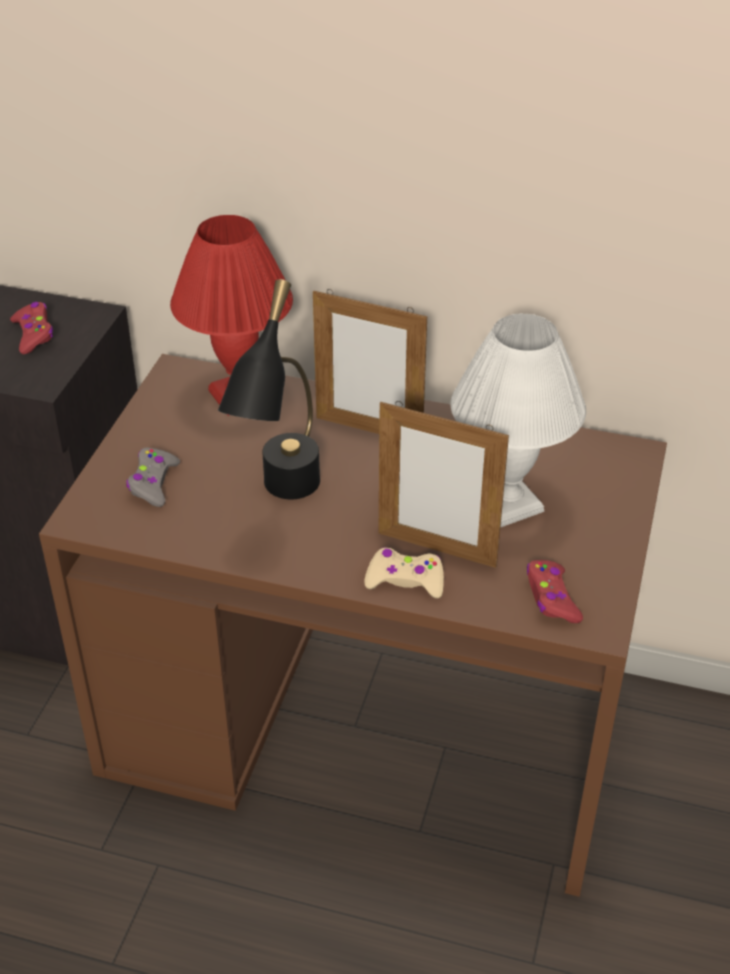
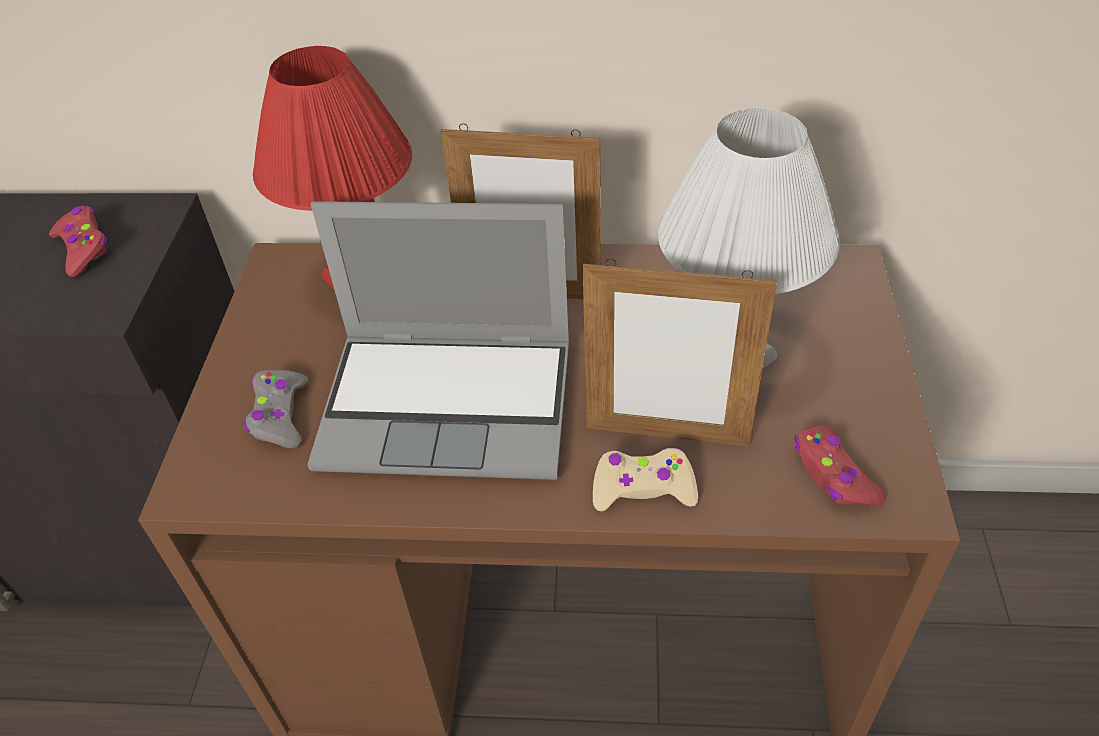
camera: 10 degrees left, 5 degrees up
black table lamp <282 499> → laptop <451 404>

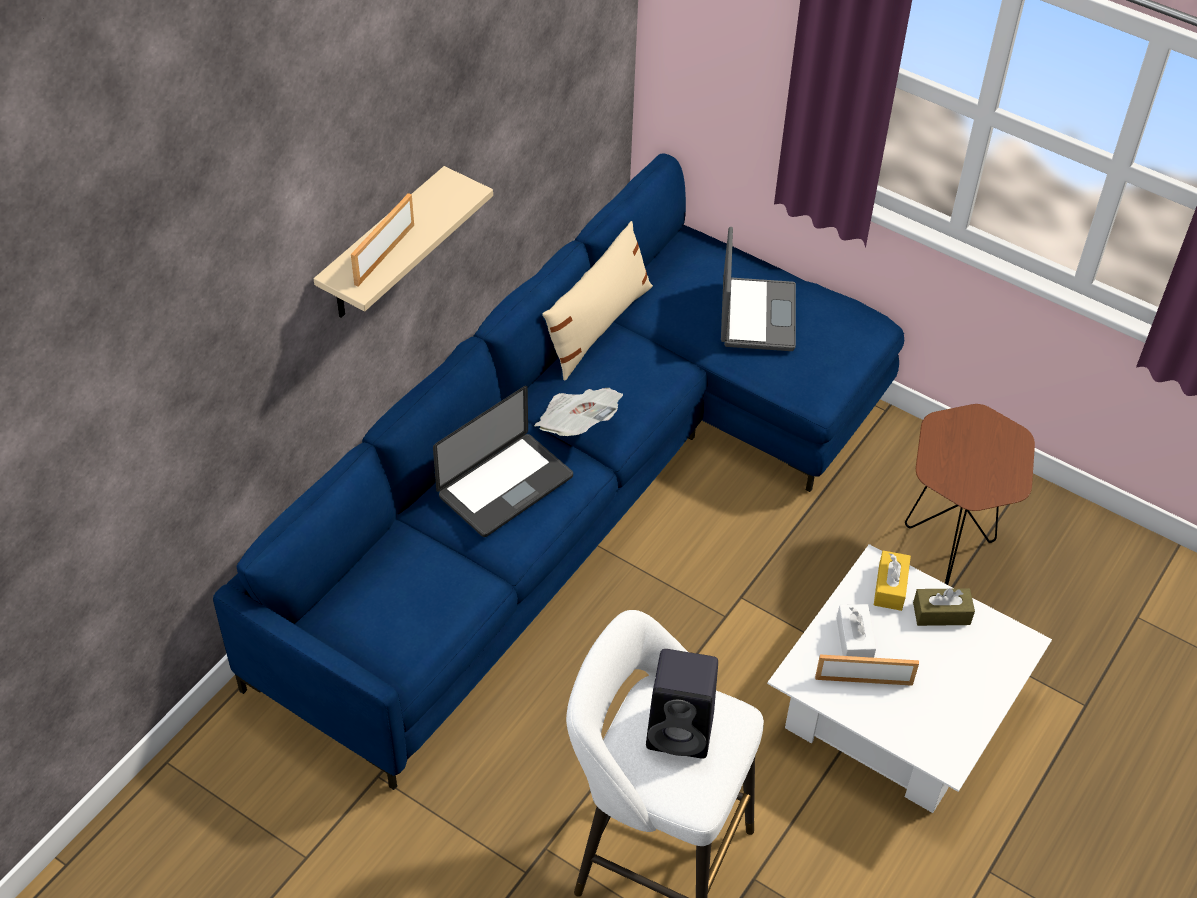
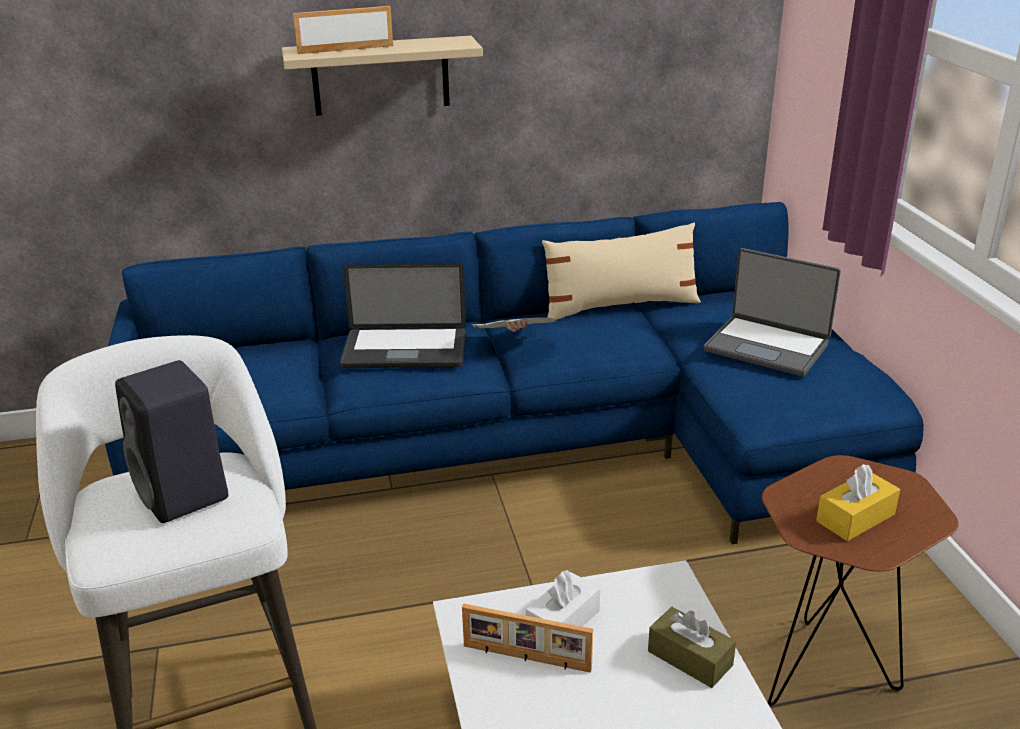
camera: 45 degrees right, 20 degrees down
laptop <755 315> → laptop <767 346>, 75 degrees clockwise
yellow tissue box <890 587> → yellow tissue box <855 518>, relocated
picture frame <863 679> → picture frame <526 659>, 150 degrees clockwise

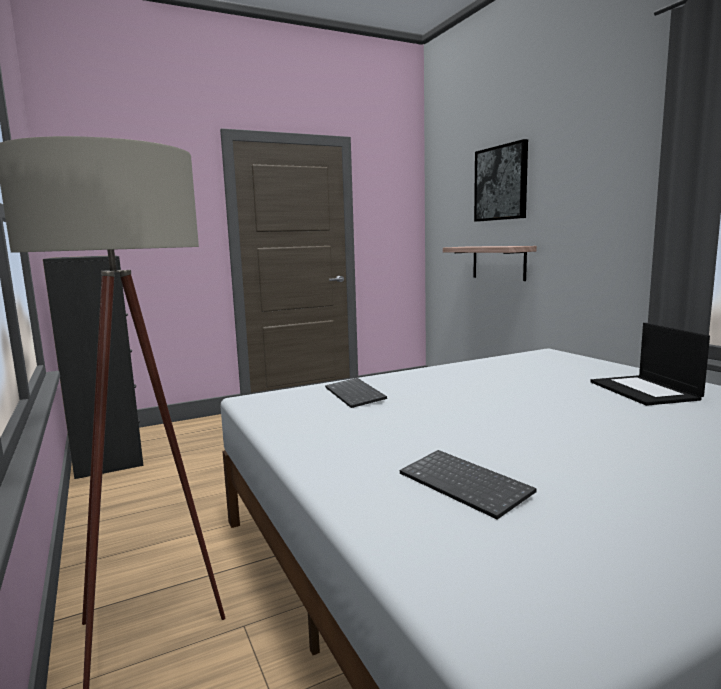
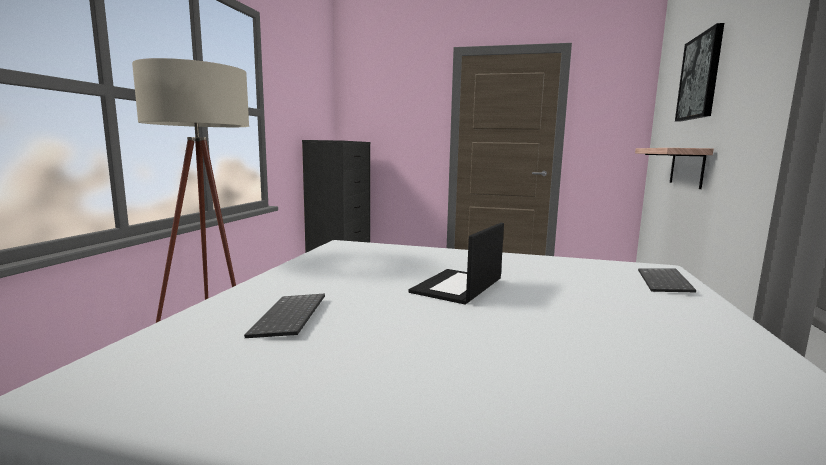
camera: 40 degrees right, 0 degrees up
laptop <645 391> → laptop <457 287>, relocated
keyboard <356 394> → keyboard <666 282>, relocated

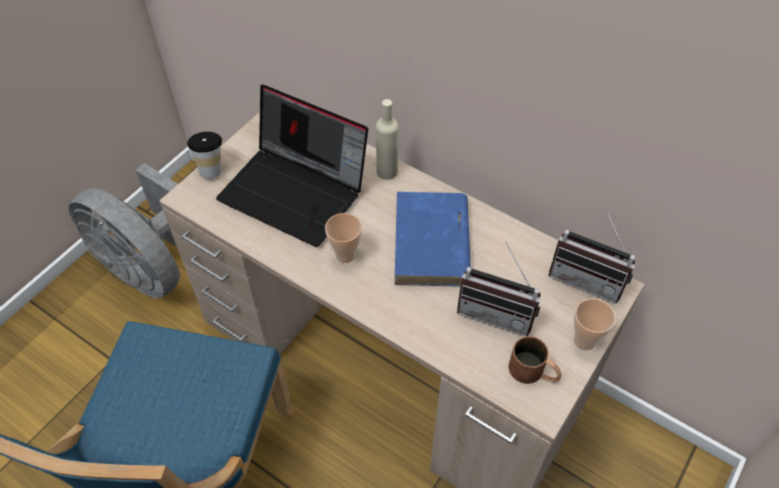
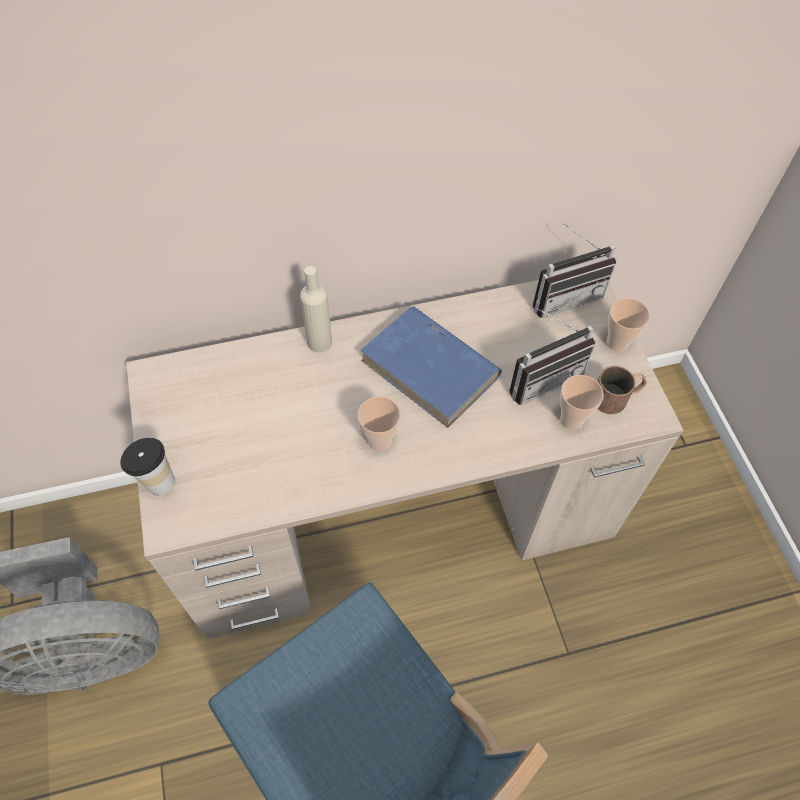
camera: 50 degrees left, 5 degrees up
laptop <296 192> → -
- → cup <571 419>

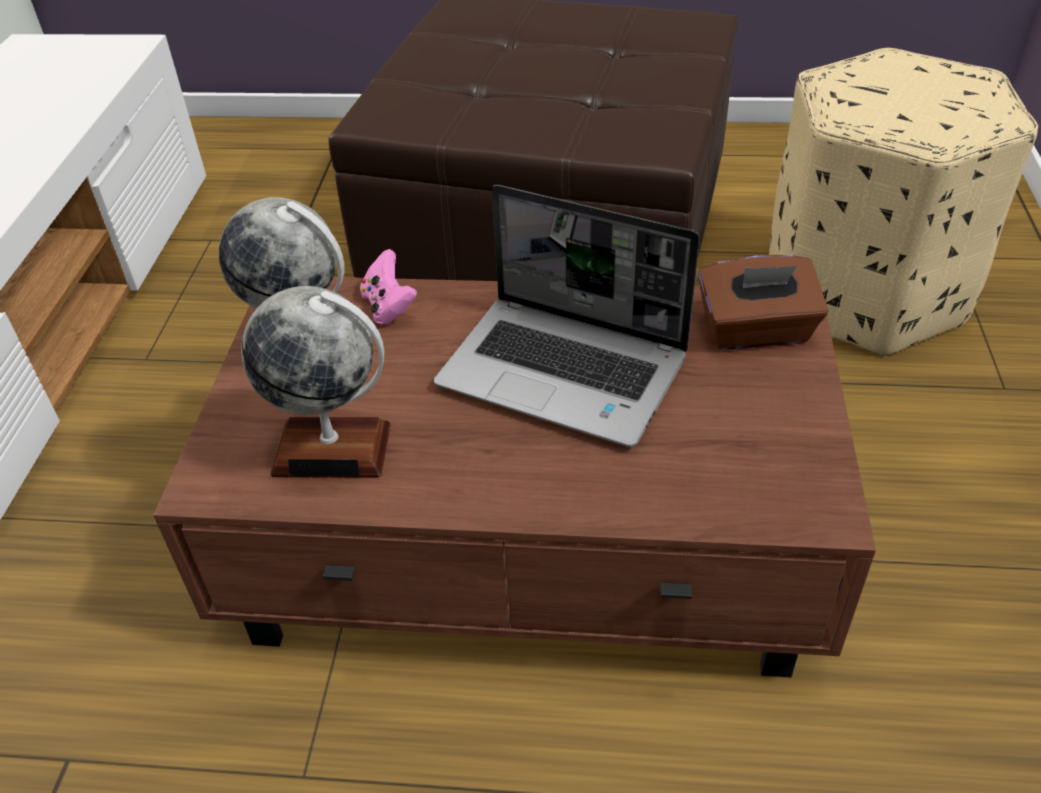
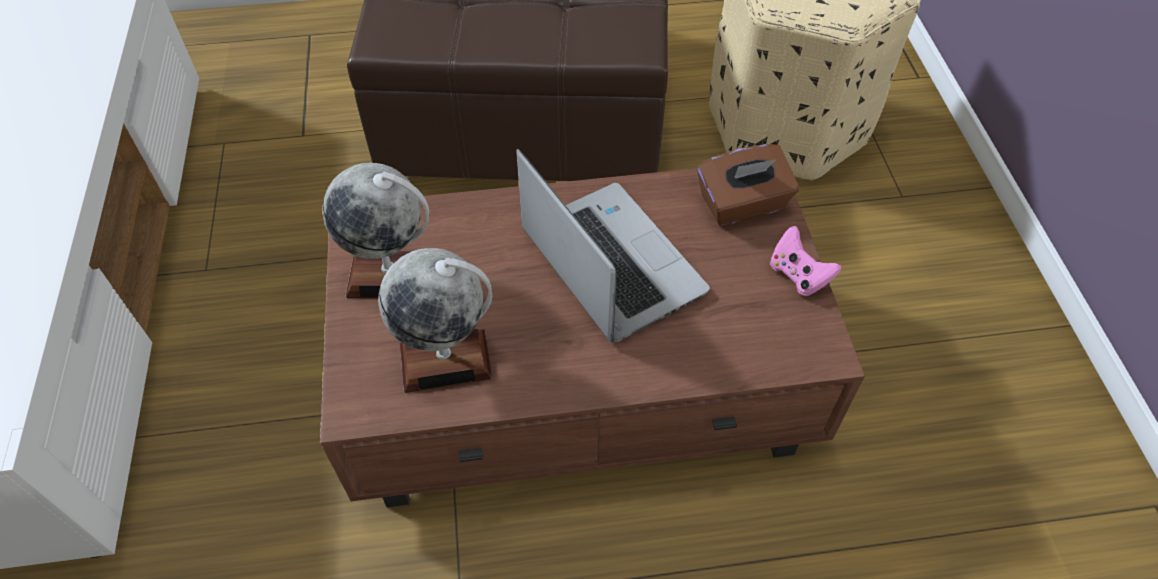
camera: 15 degrees left, 10 degrees up
laptop <566 372> → laptop <608 262>, 135 degrees counterclockwise
pink game controller <389 307> → pink game controller <798 275>, relocated

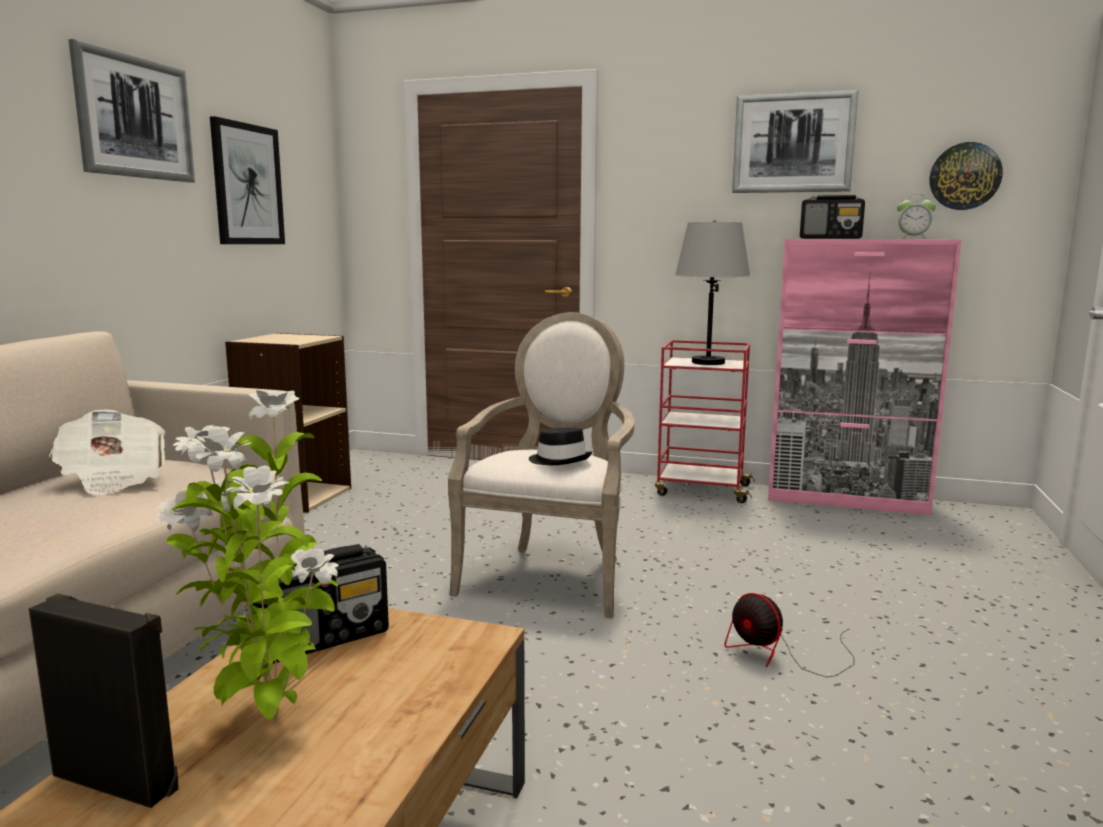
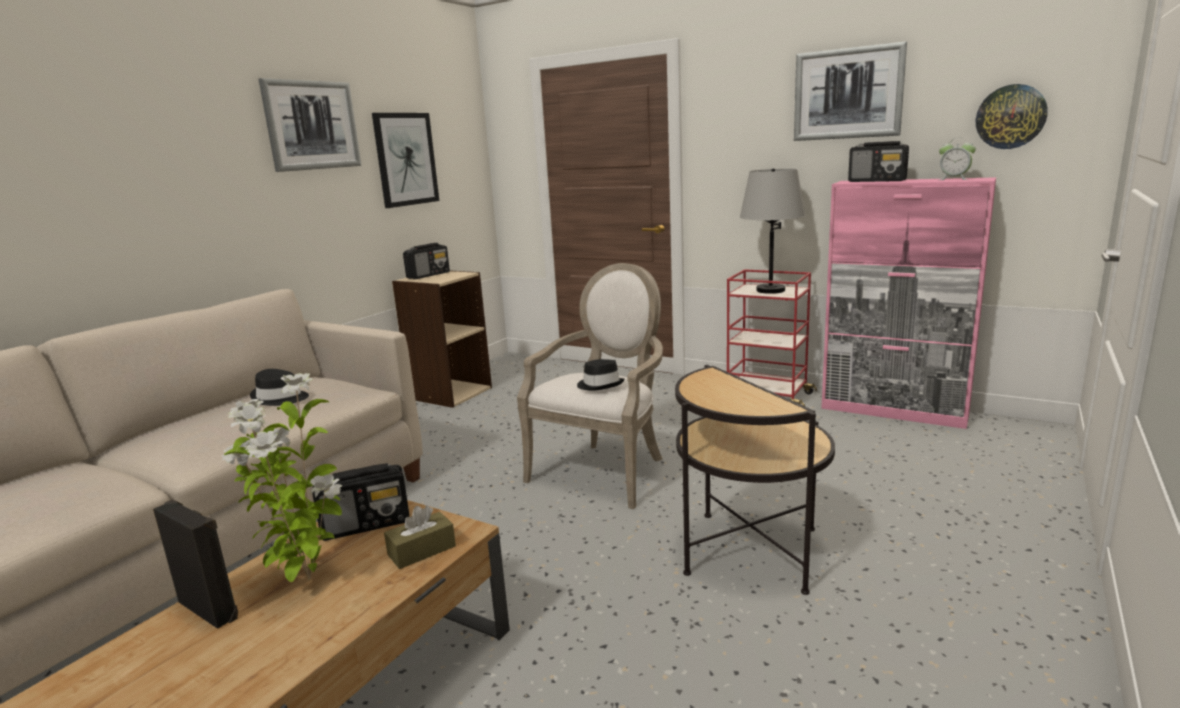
camera: 15 degrees right, 5 degrees up
newspaper <113 479> → black hat <280 398>
fan <783 654> → side table <752 550>
- → radio <428 275>
- → brown tissue box <422 550>

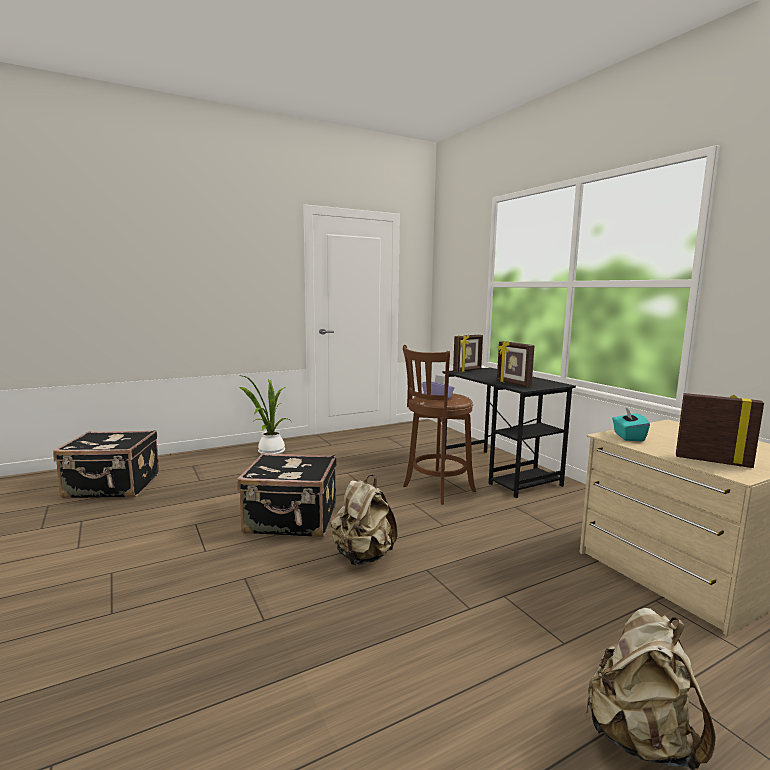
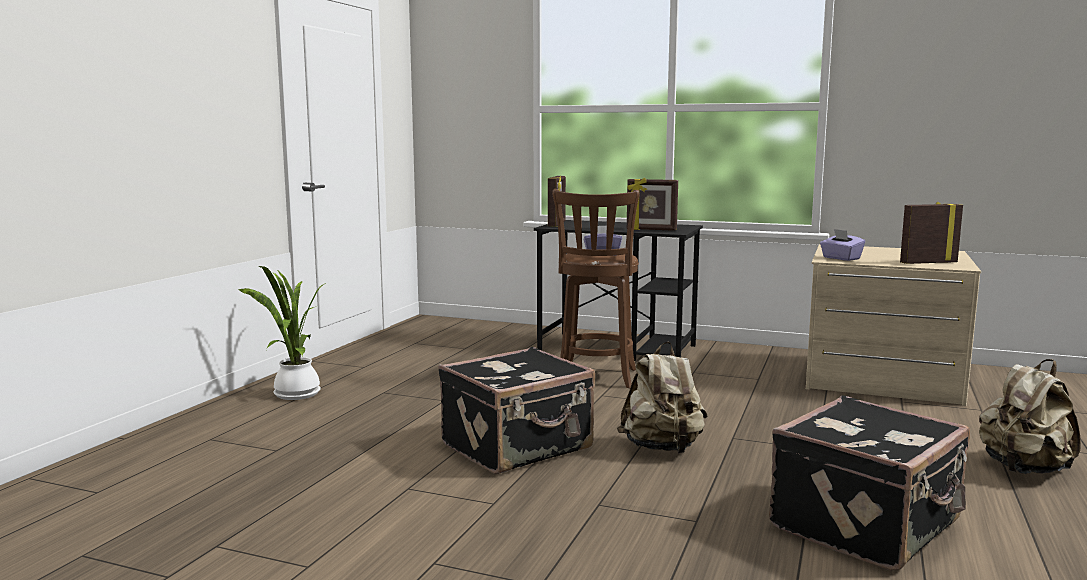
camera: 40 degrees left, 0 degrees up
turquoise tissue box <628 437> → purple tissue box <840 258>
black suitcase <113 487> → black suitcase <868 526>, relocated

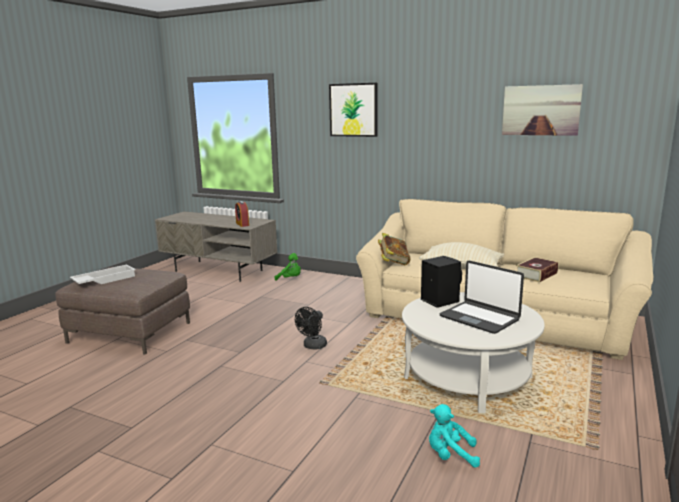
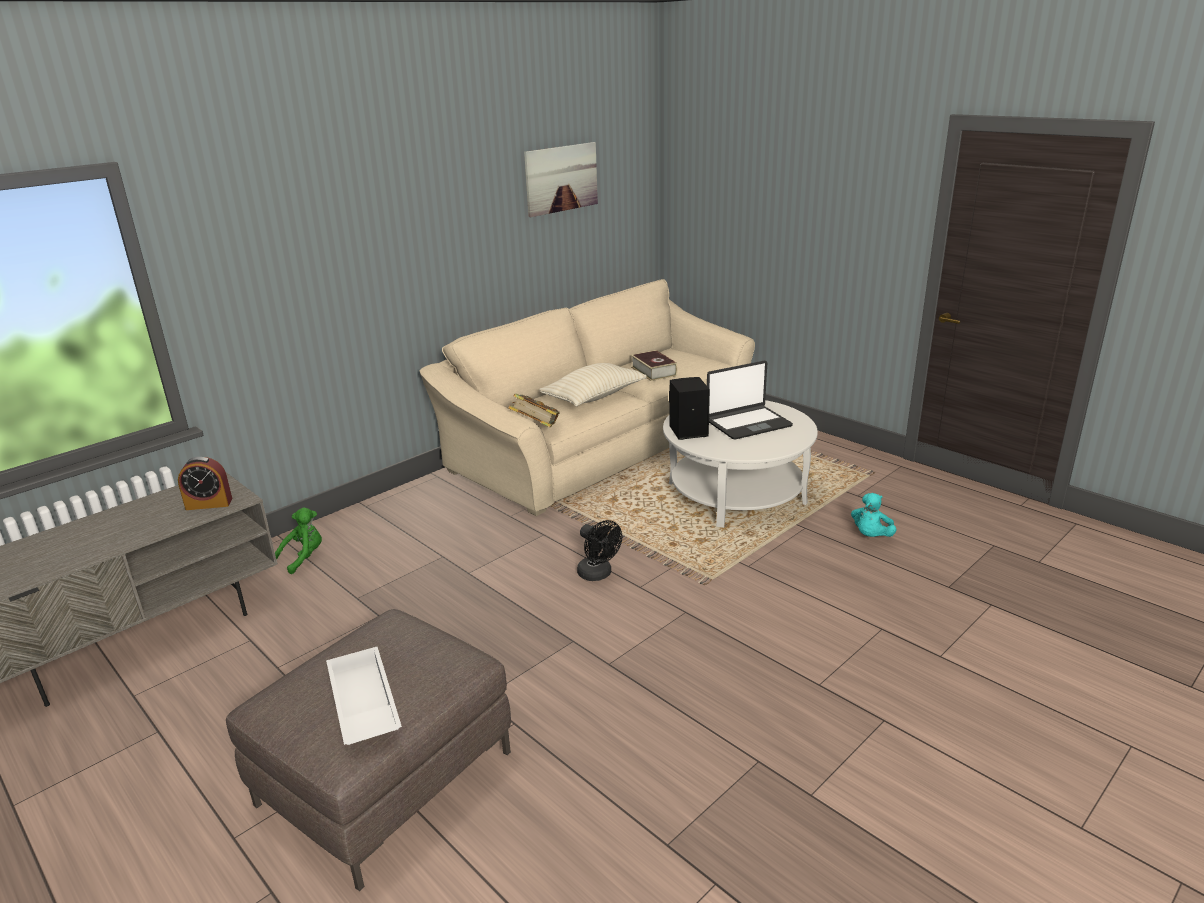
camera: 70 degrees left, 10 degrees up
picture <353 110> → -

